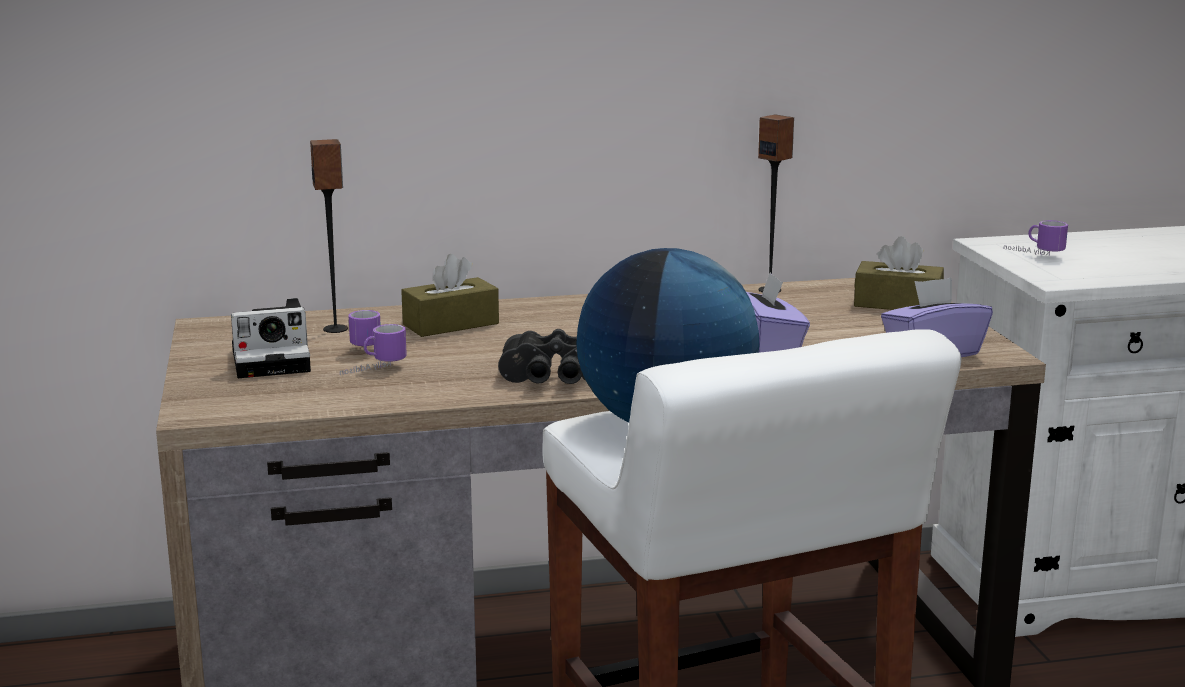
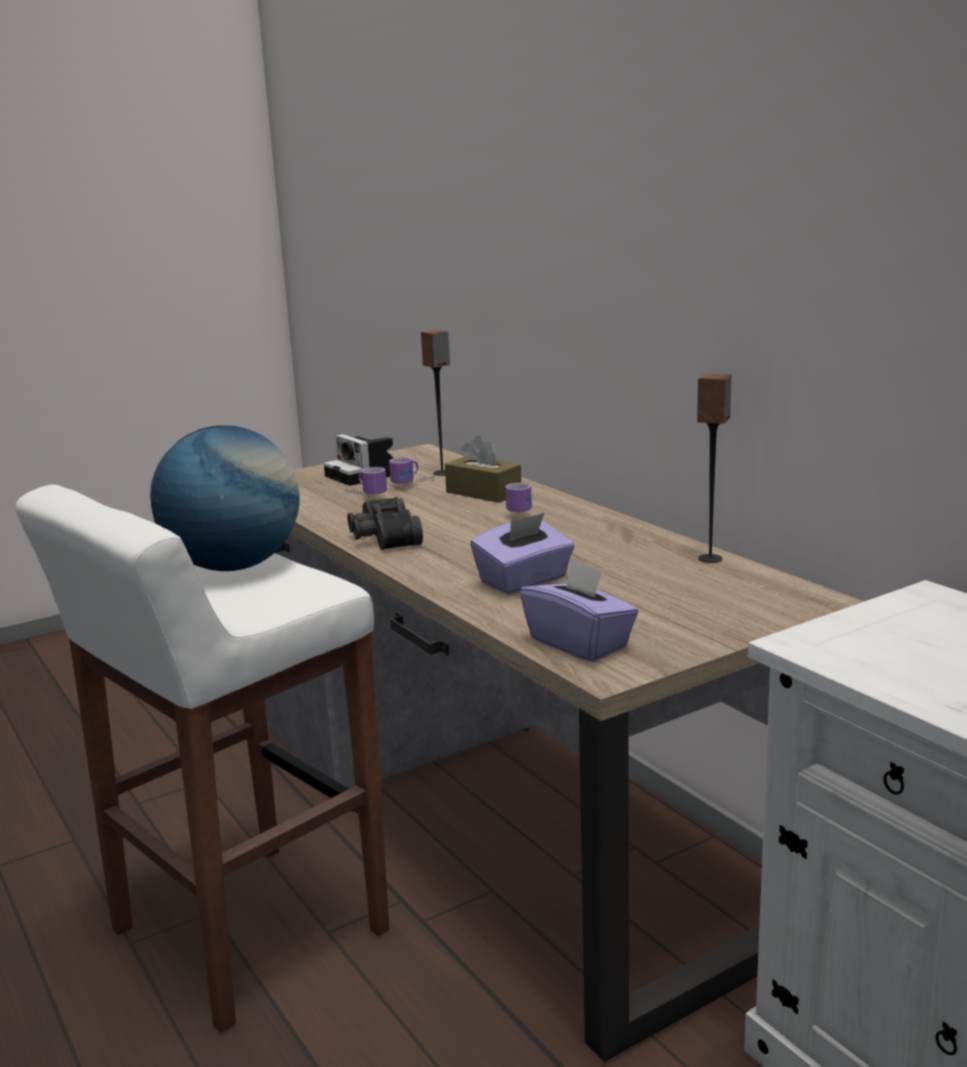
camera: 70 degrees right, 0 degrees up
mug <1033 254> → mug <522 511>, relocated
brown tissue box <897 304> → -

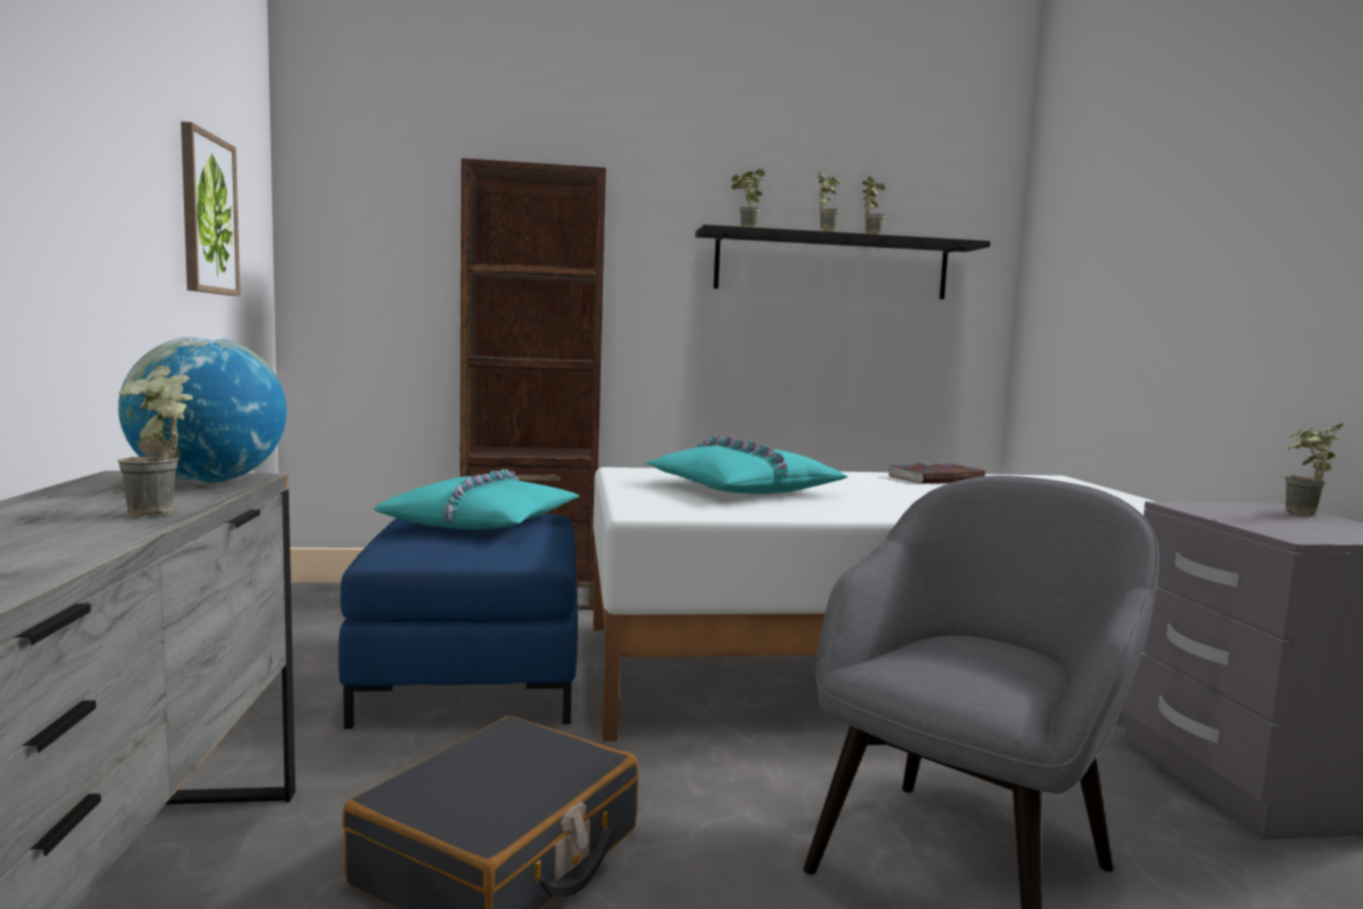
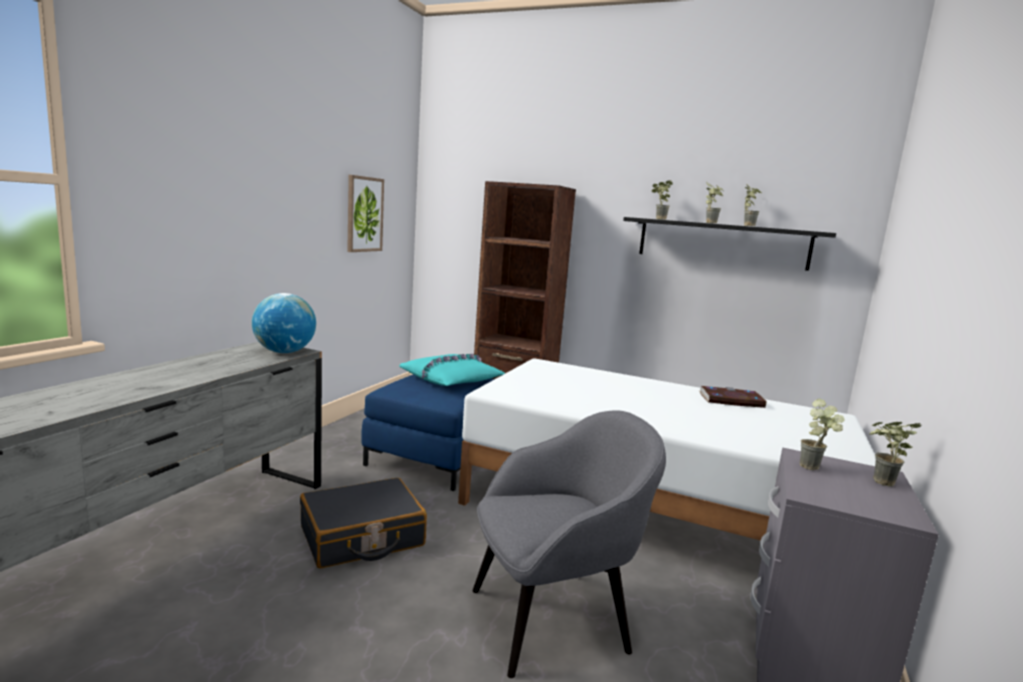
camera: 30 degrees right, 5 degrees up
potted plant <164 513> → potted plant <815 468>, relocated
turquoise pillow <741 489> → -

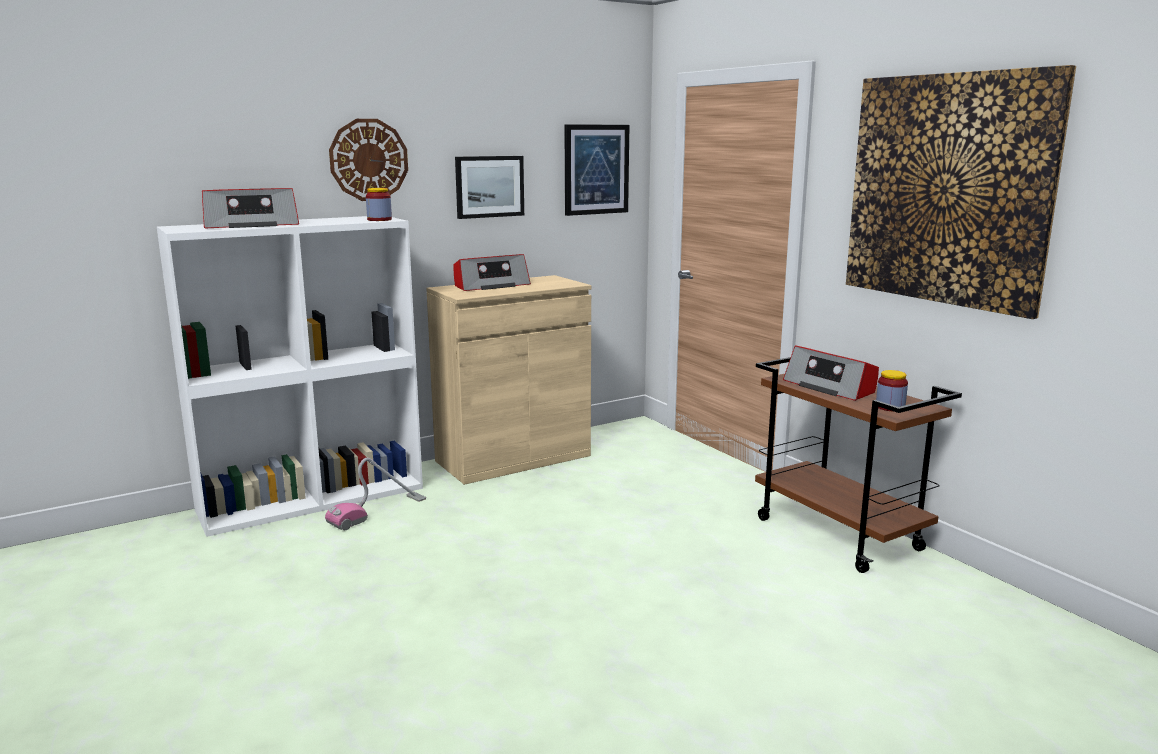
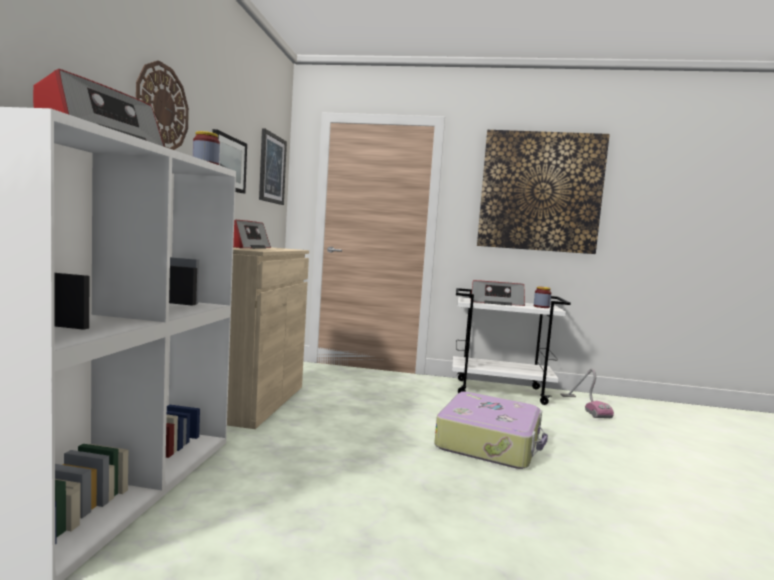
camera: 50 degrees left, 10 degrees down
brown cart <840 534> → white cart <500 391>
vacuum cleaner <378 512> → vacuum cleaner <584 406>, relocated
- → suitcase <489 443>

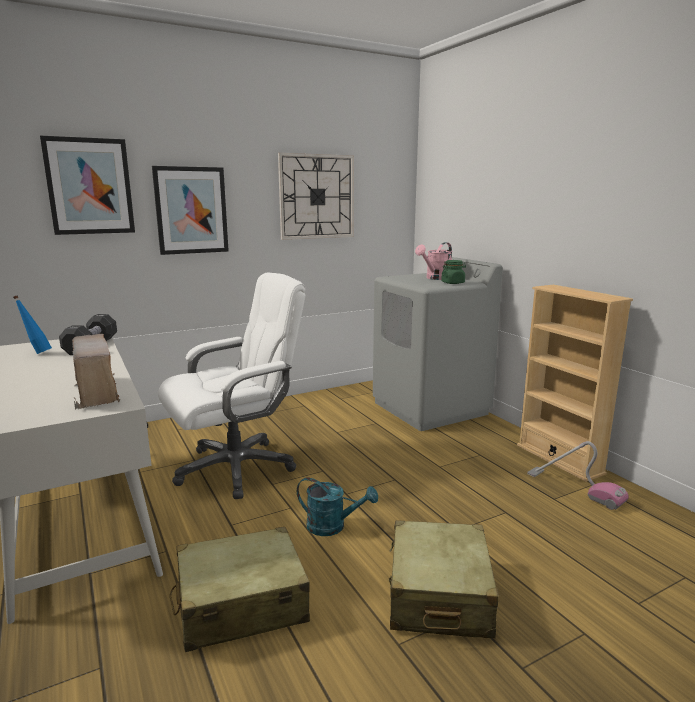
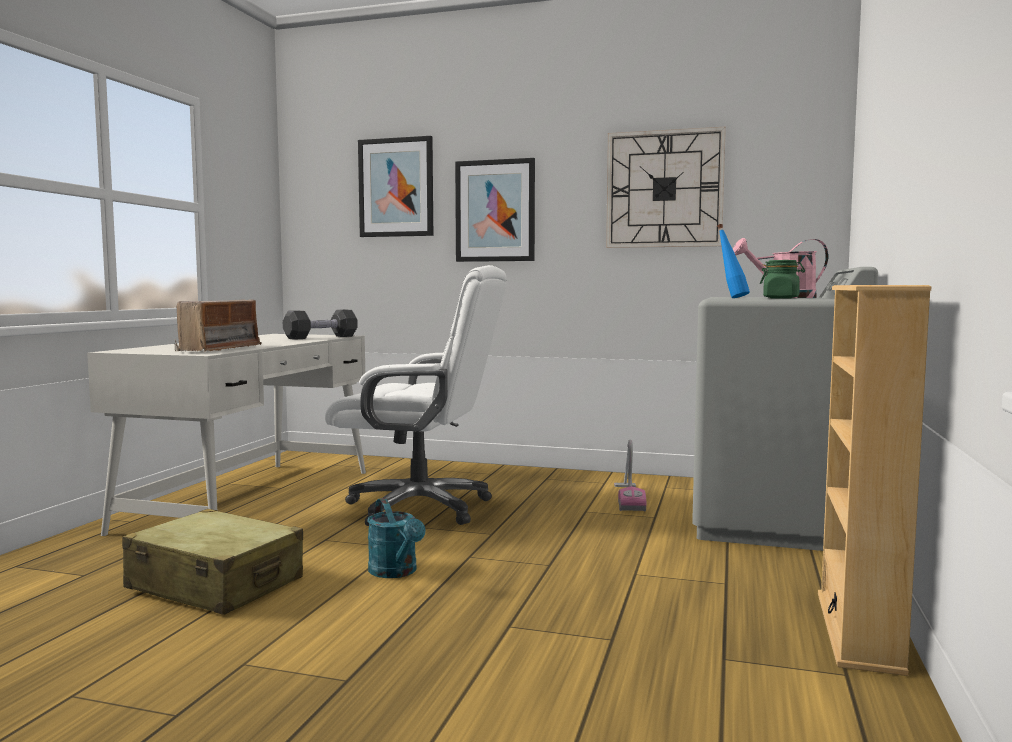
camera: 45 degrees right, 10 degrees down
blue bottle <37 353> → blue bottle <731 298>, relocated
vacuum cleaner <574 488> → vacuum cleaner <628 498>, relocated
beige suitcase <438 594> → -

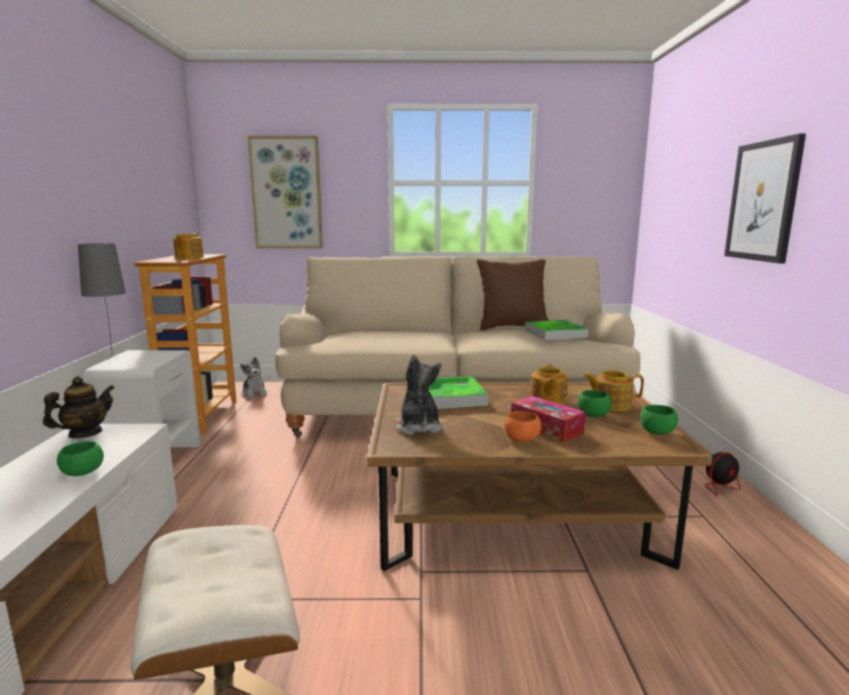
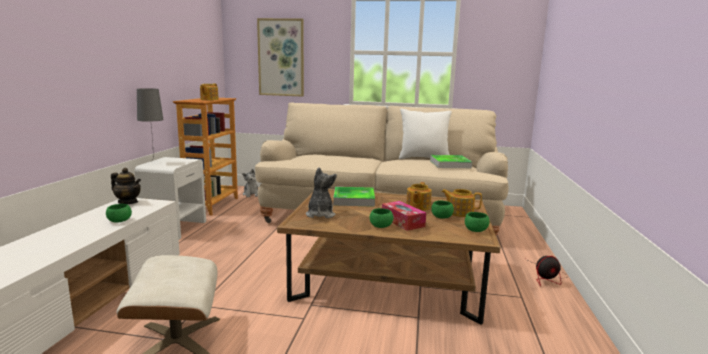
camera: 10 degrees right, 0 degrees up
picture <763 201> → -
brown pillow <512 327> → white pillow <423 158>
teapot <85 433> → teapot <128 202>, 60 degrees clockwise
orange bowl <521 439> → green bowl <380 226>

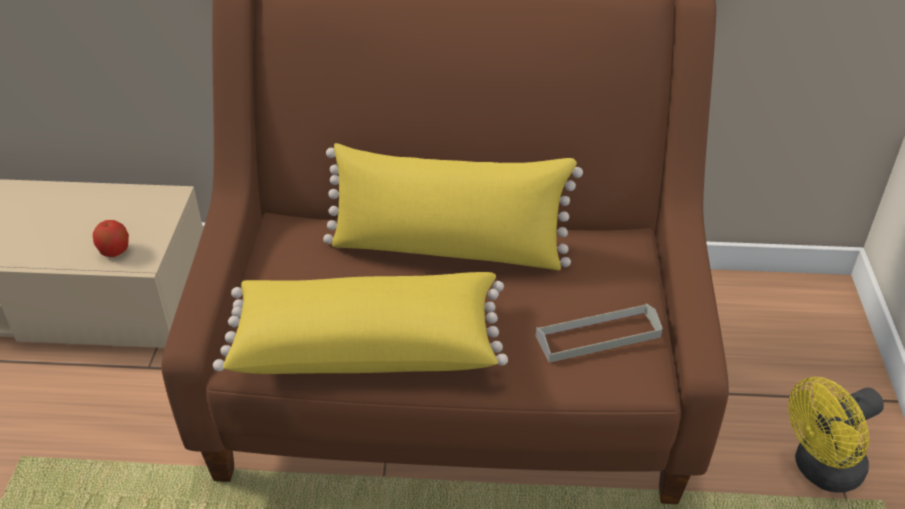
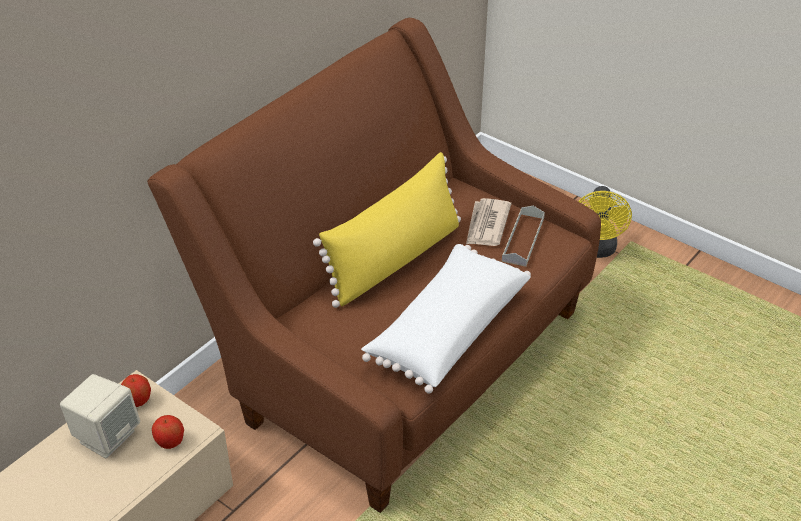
camera: 55 degrees left, 0 degrees up
yellow pillow <367 345> → white pillow <446 330>
- → newspaper <486 225>
- → beige speaker <106 436>
- → apple <138 400>

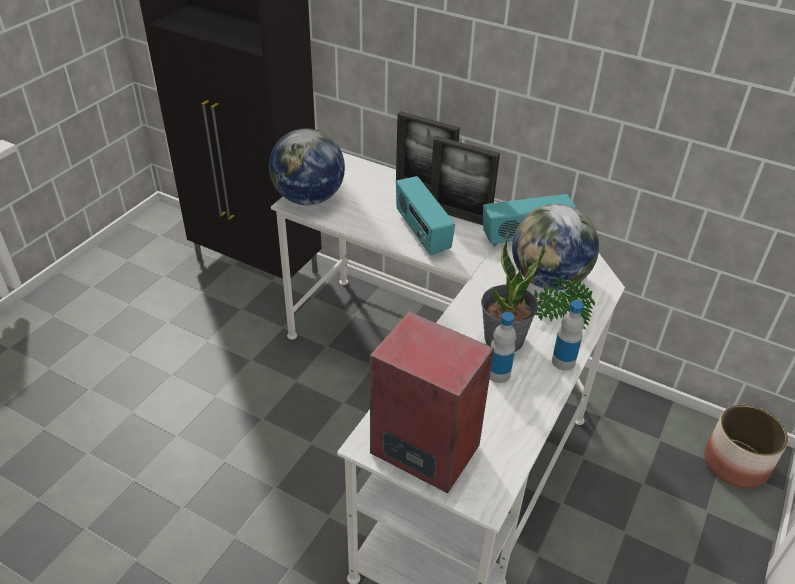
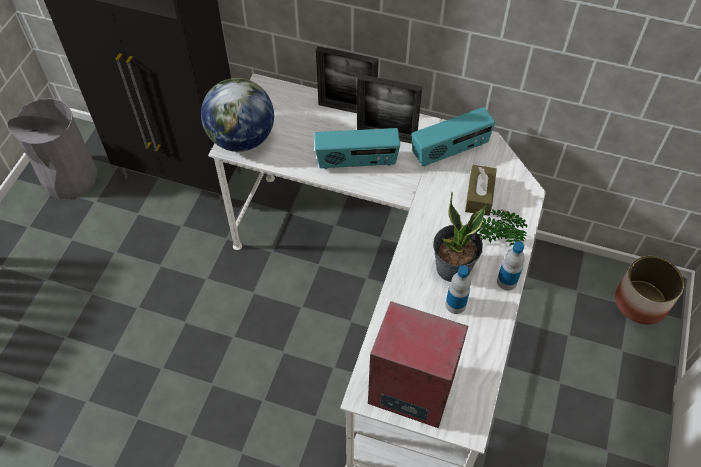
camera: 10 degrees left, 15 degrees up
radio <421 233> → radio <356 162>, 60 degrees counterclockwise
globe <548 280> → brown tissue box <479 196>
- → grey trash can <69 176>

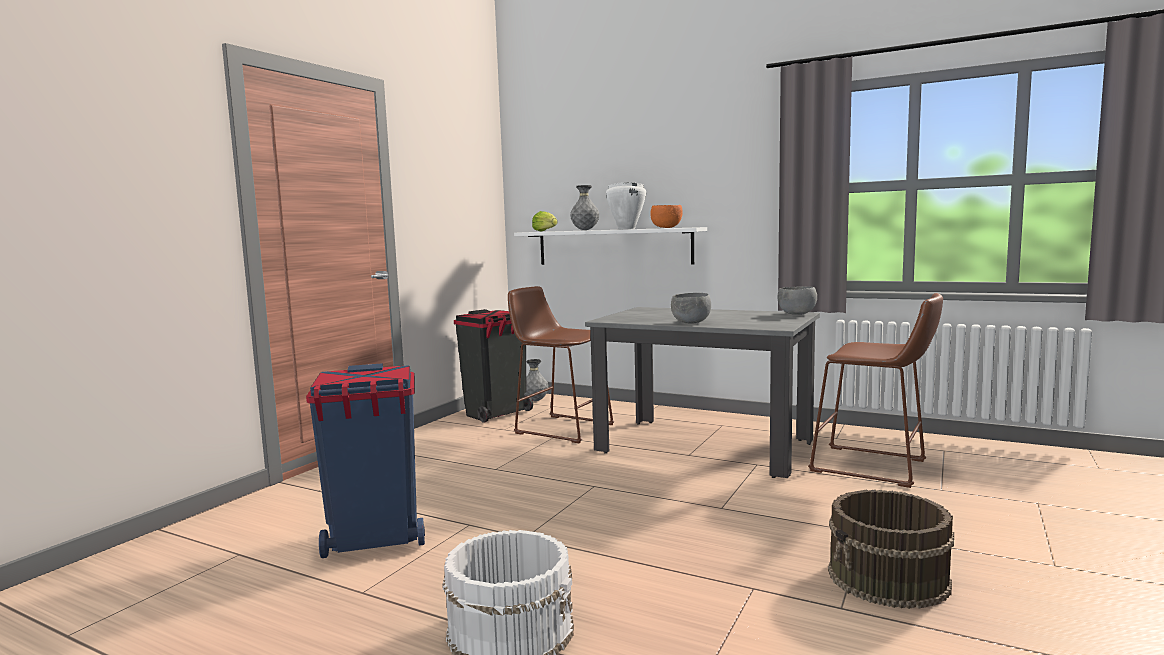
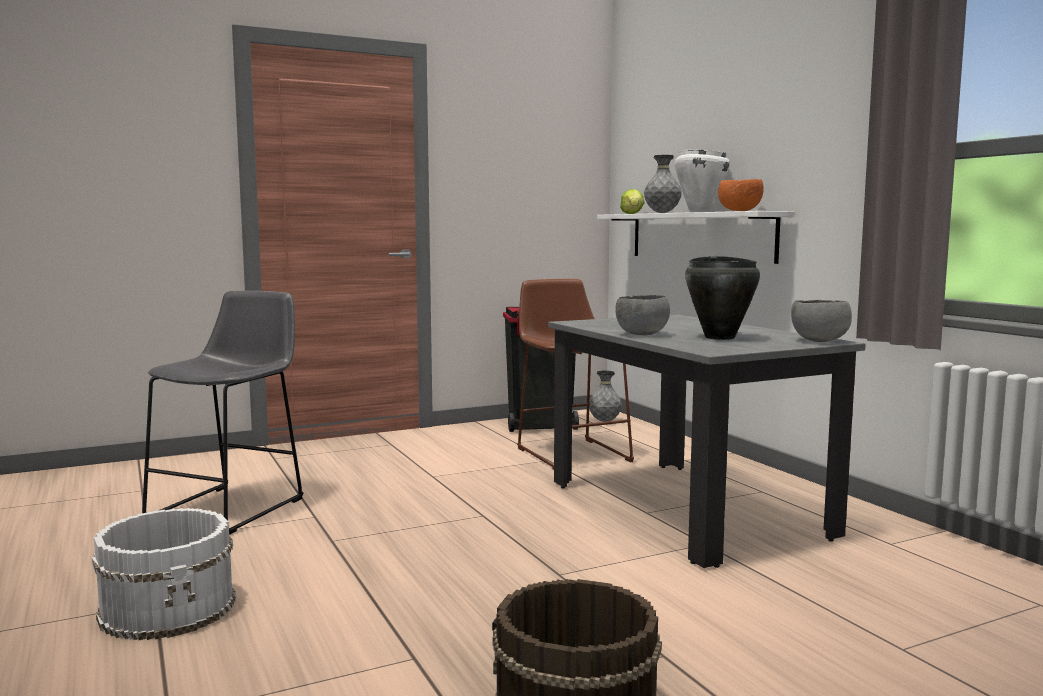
camera: 35 degrees right, 0 degrees up
brown stool <875 467> → -
blue trash can <376 539> → grey stool <232 507>
- → black cooking pot <720 337>

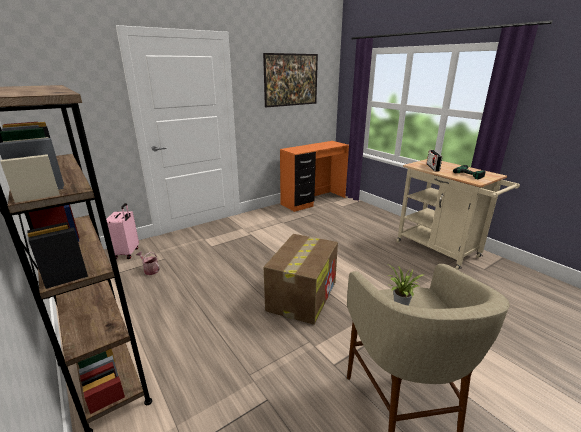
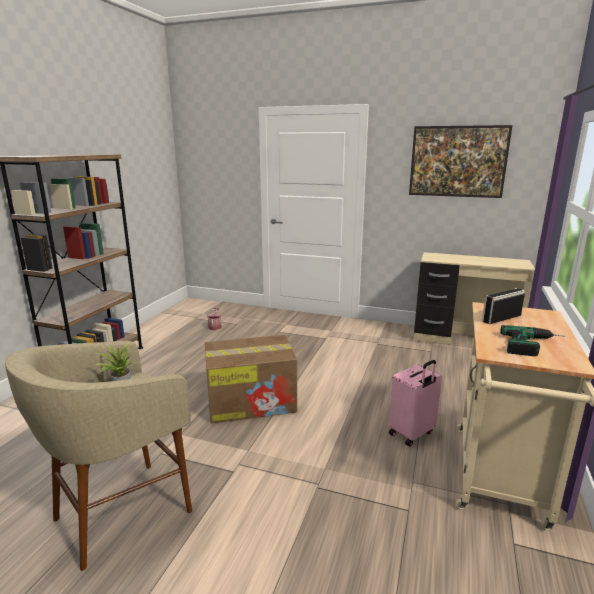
camera: 55 degrees right, 5 degrees down
orange desk <314 201> → beige desk <465 340>
pink suitcase <127 253> → pink suitcase <412 434>, relocated

